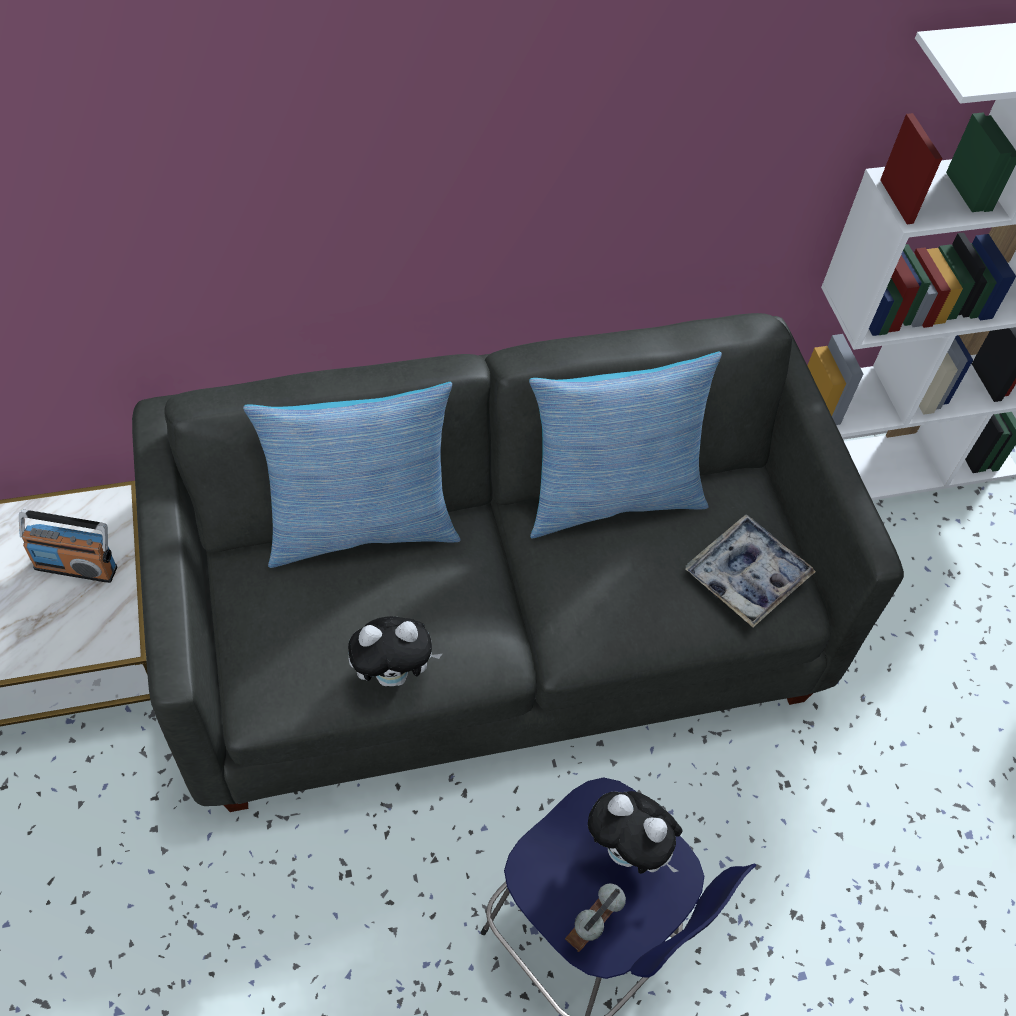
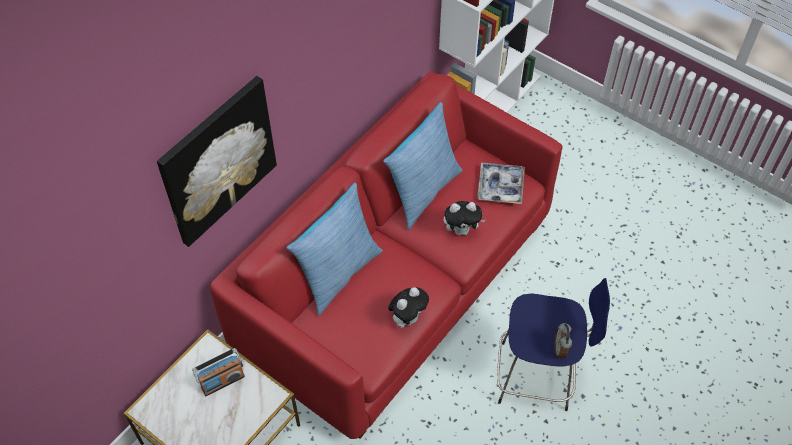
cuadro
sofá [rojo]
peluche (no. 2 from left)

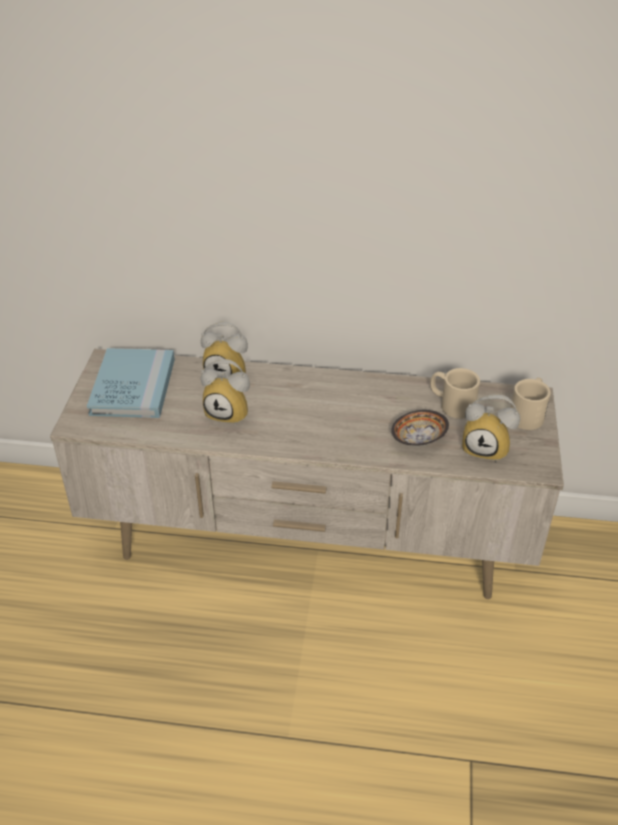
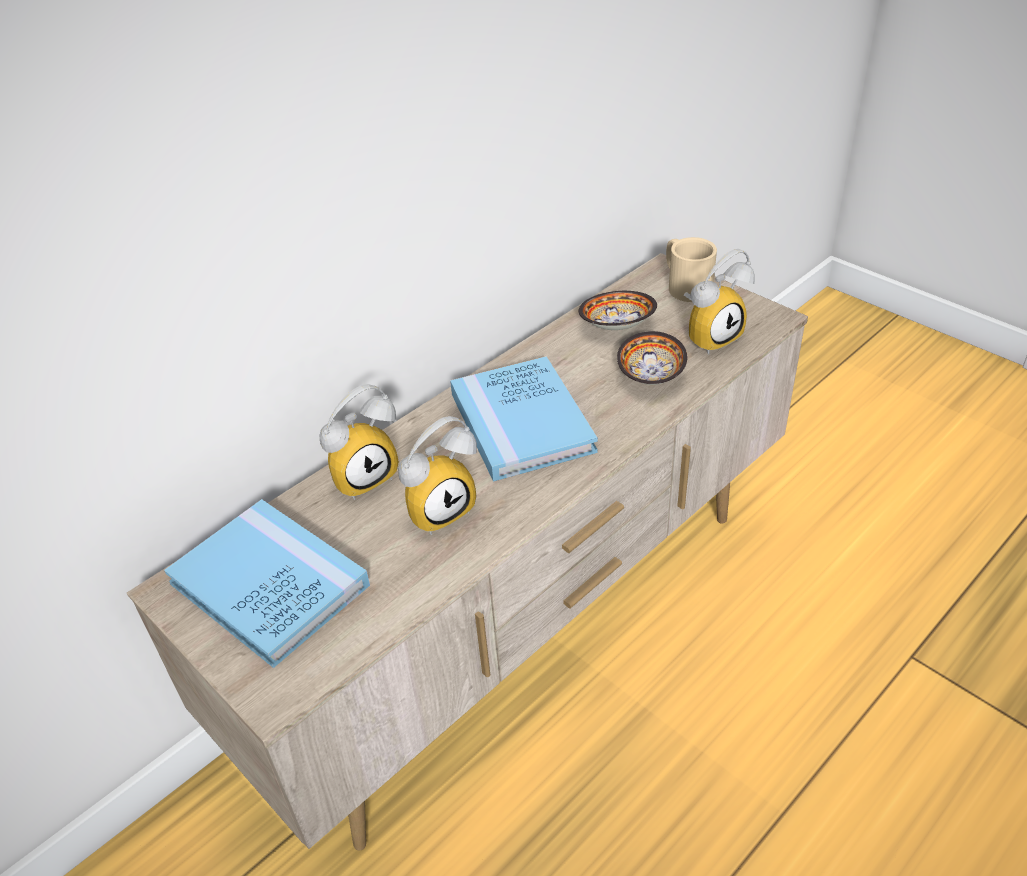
libro [azul] (no. 2 from left)
cuenco (no. 1 from left)

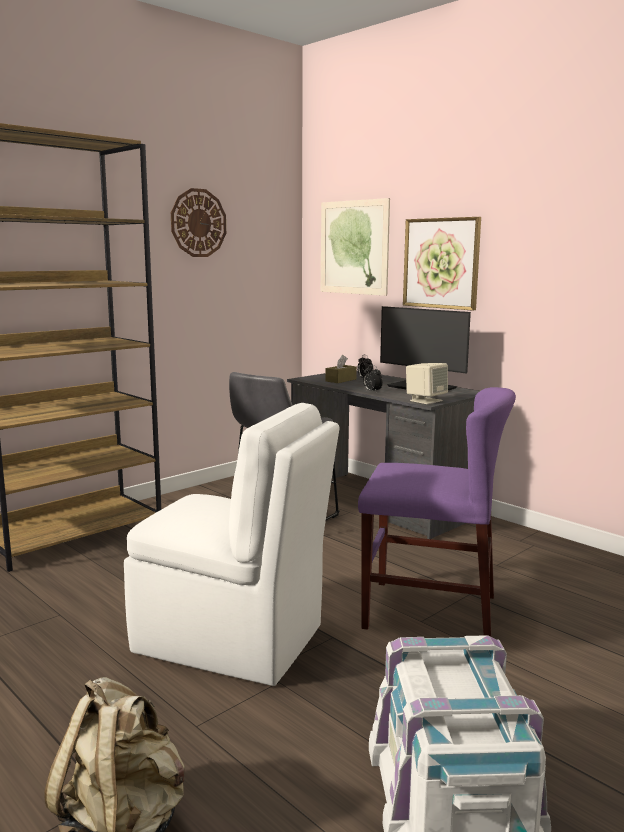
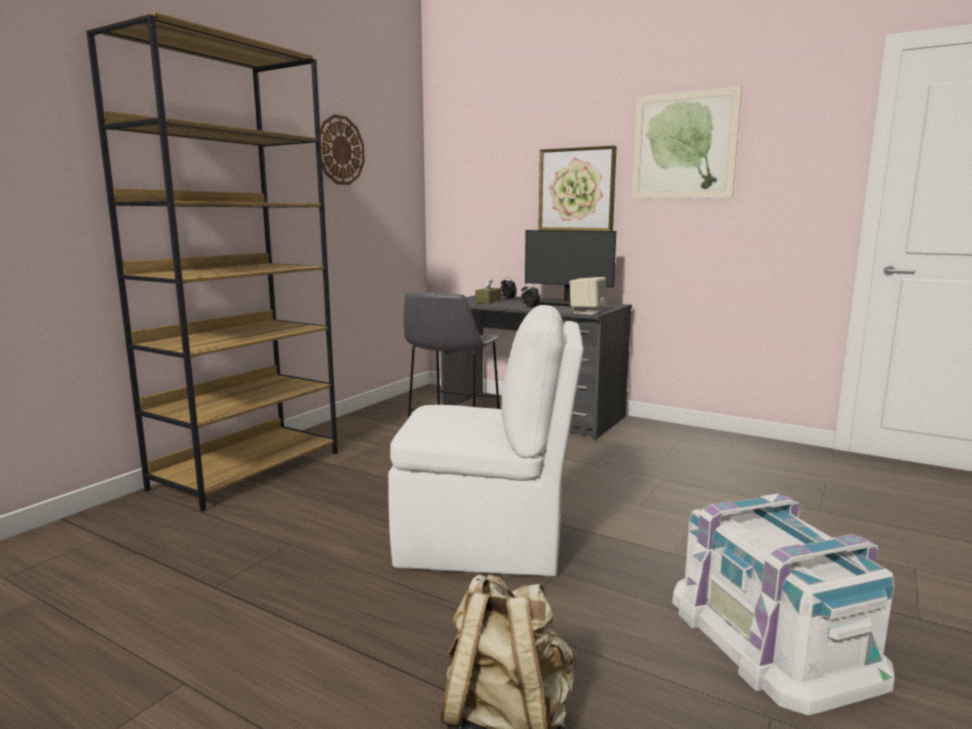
cuadro (no. 2 from left)
silla [morado]

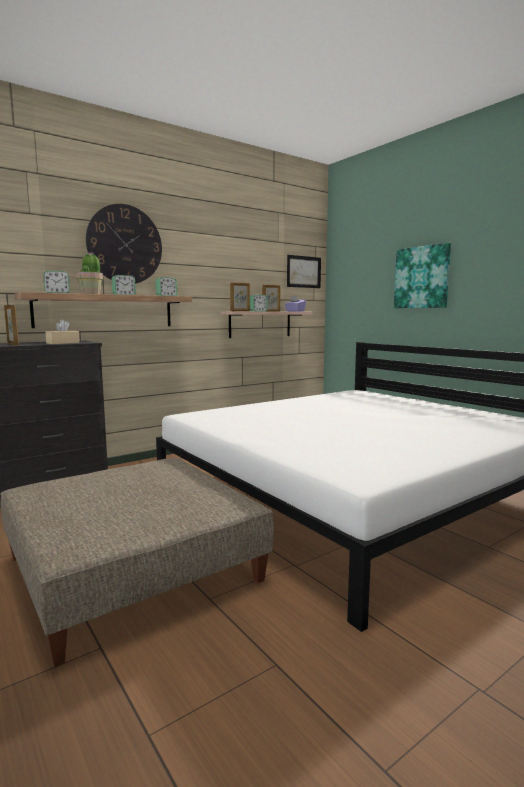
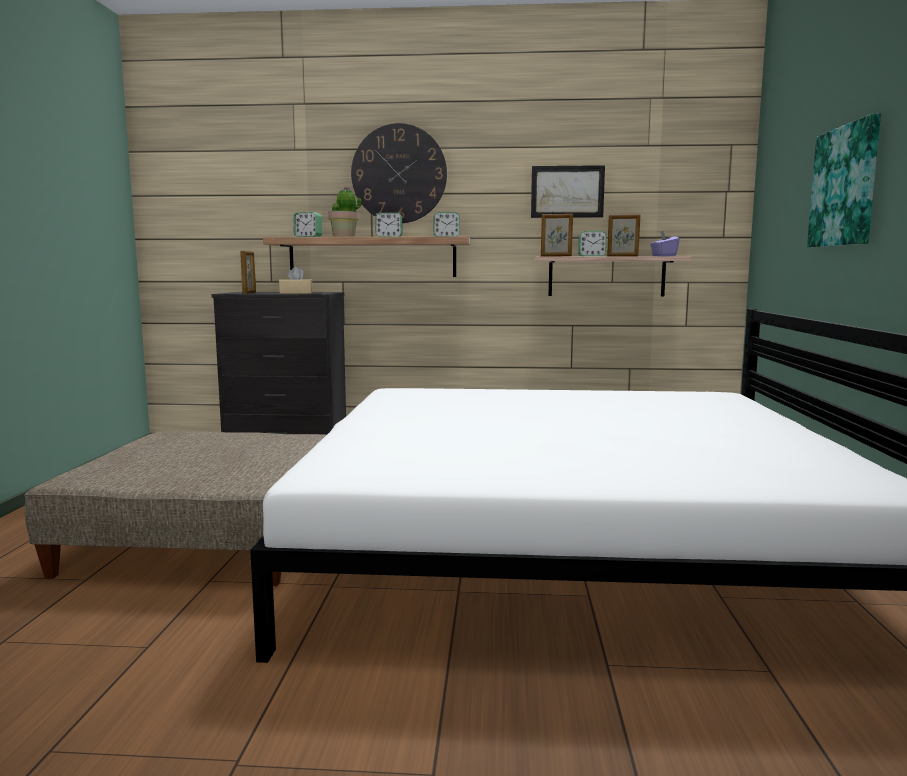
cuadro (no. 1 from left)

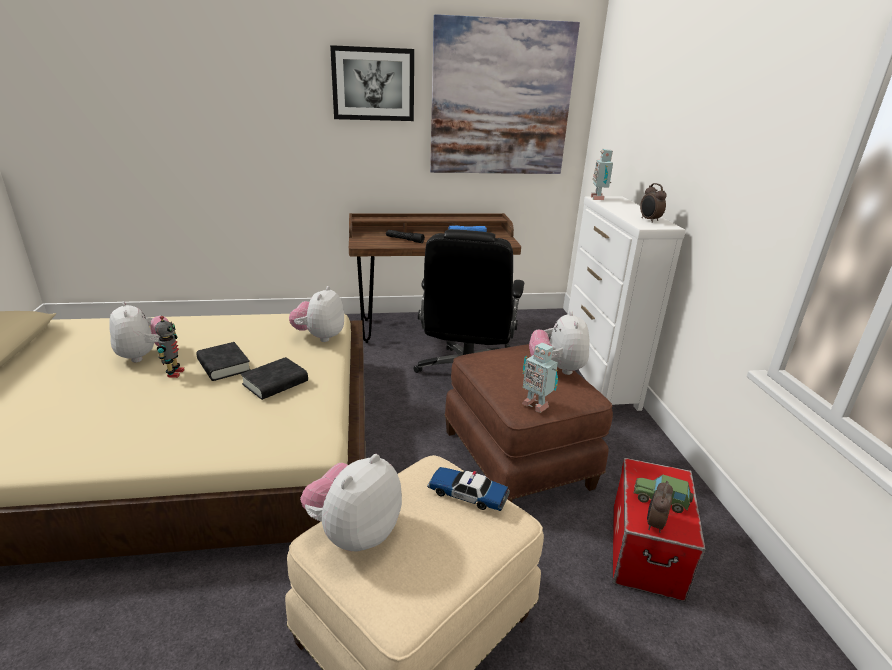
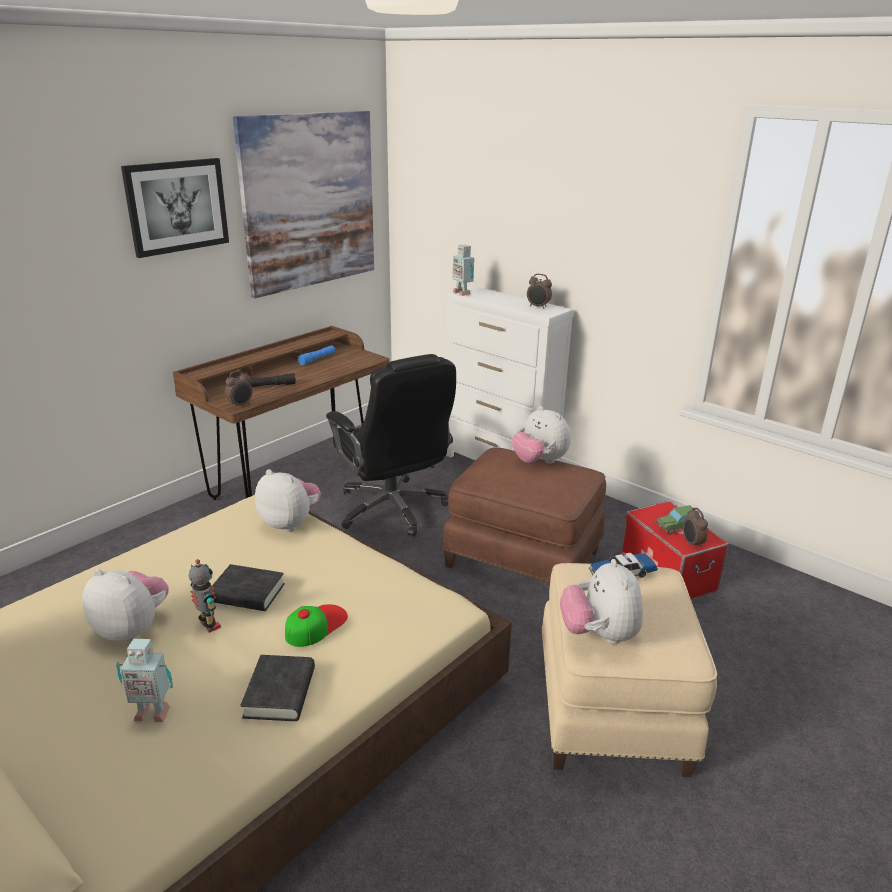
robot de juguete (no. 1 from left)
despertador (no. 1 from left)
libro [negro] (no. 2 from left)
peluche (no. 2 from left)
gorra

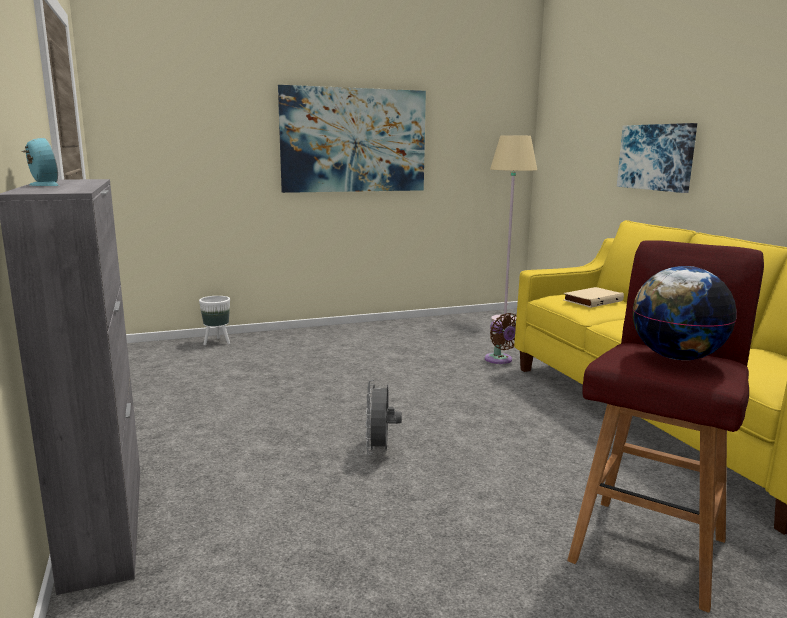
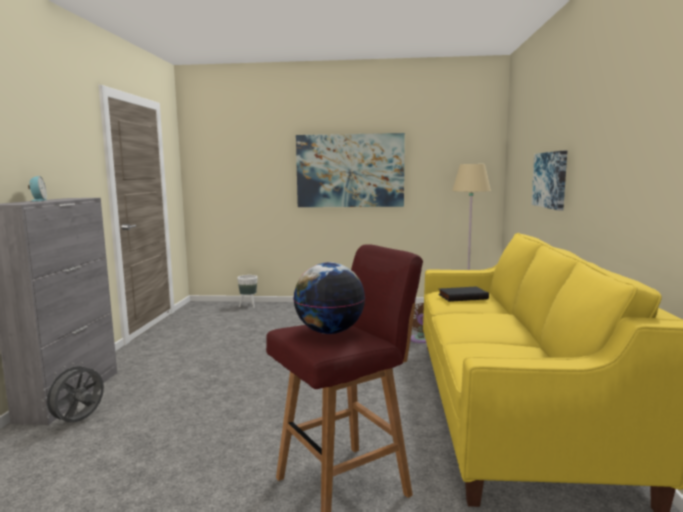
ventilador [gris]
libro [negro]

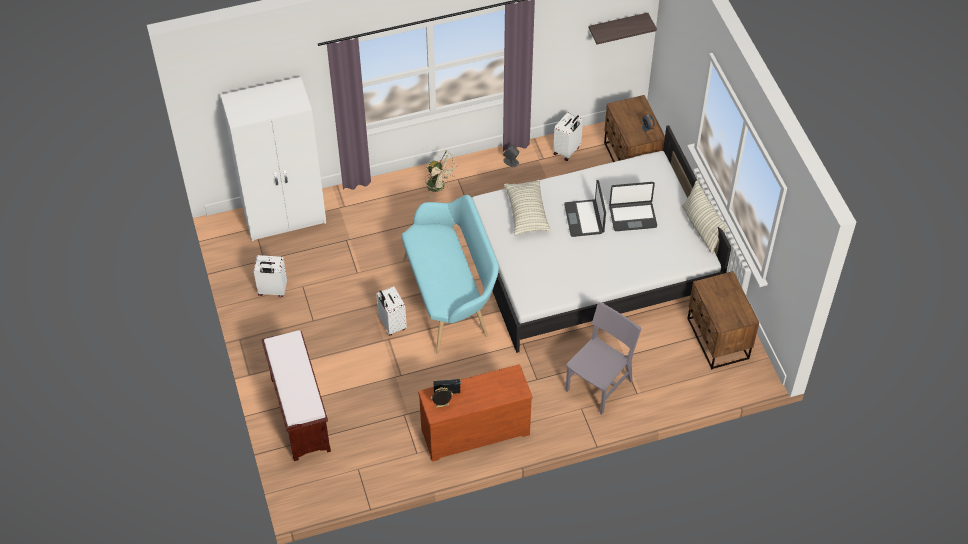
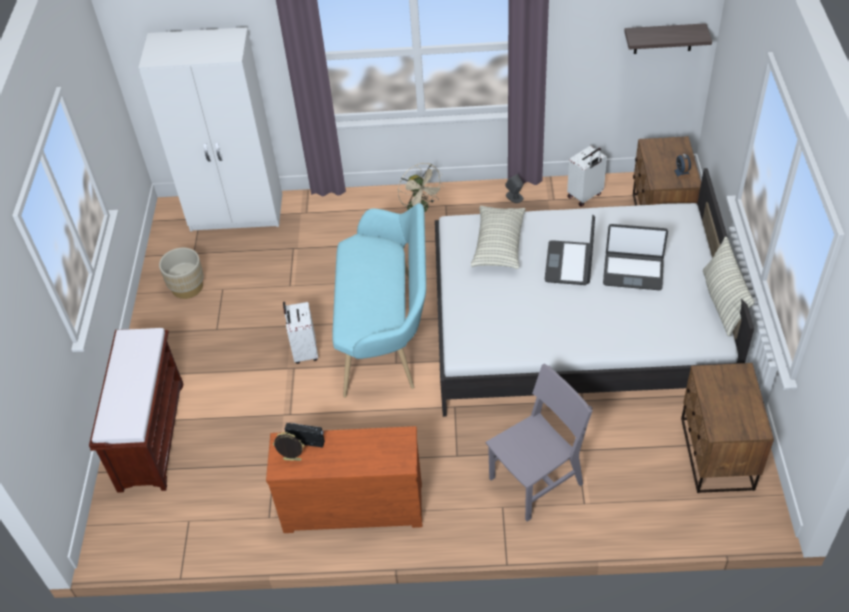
maceta [beis]

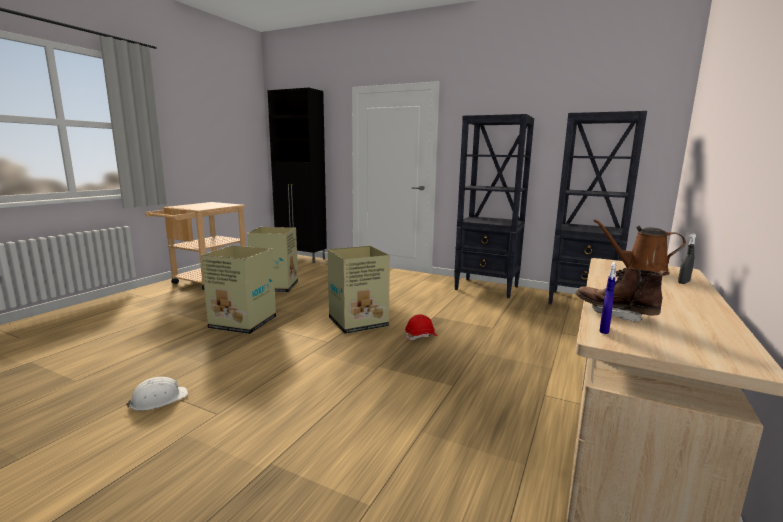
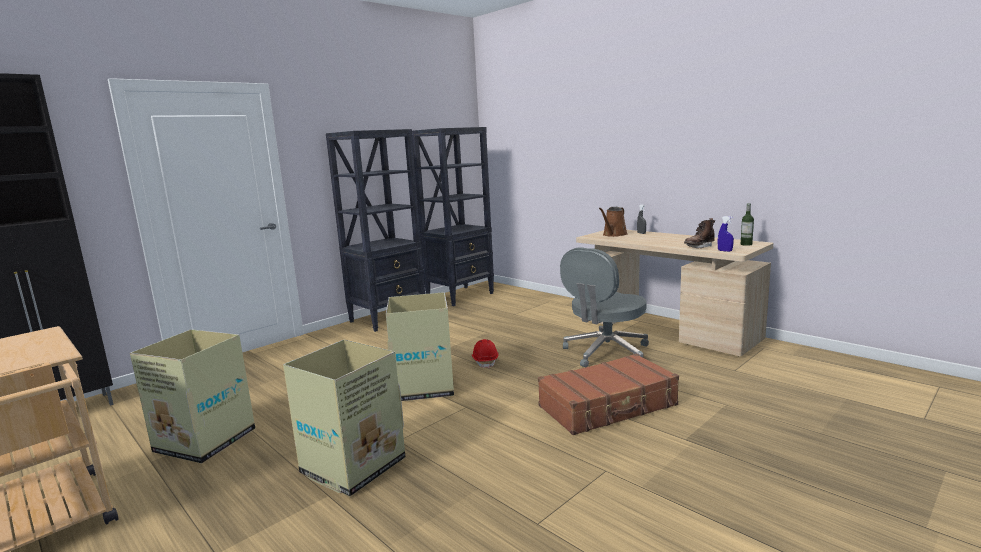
maleta [marrón]
silla de oficina [gris]
botella
casco [blanco]

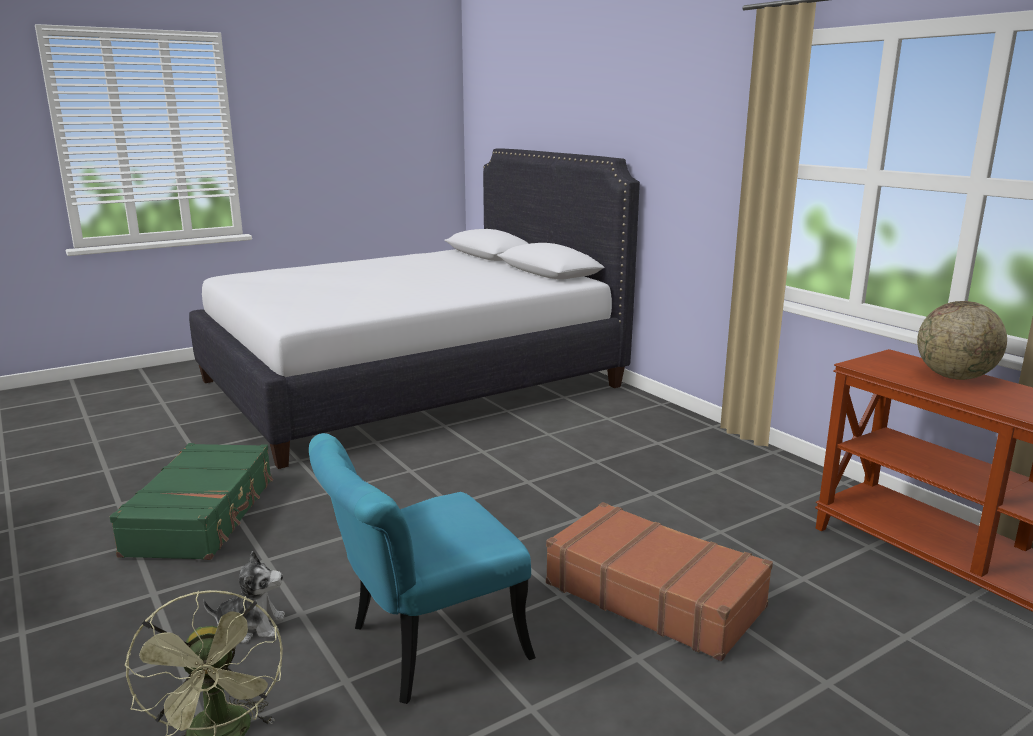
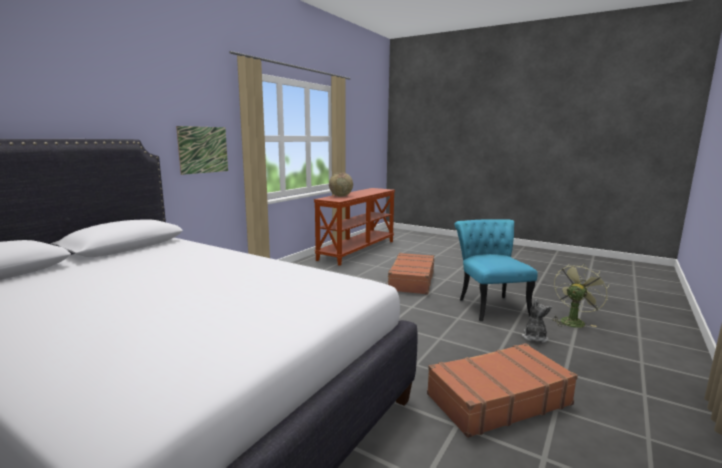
cuadro
maleta [marrón] (no. 2 from left)
silla [turquesa]
peluche

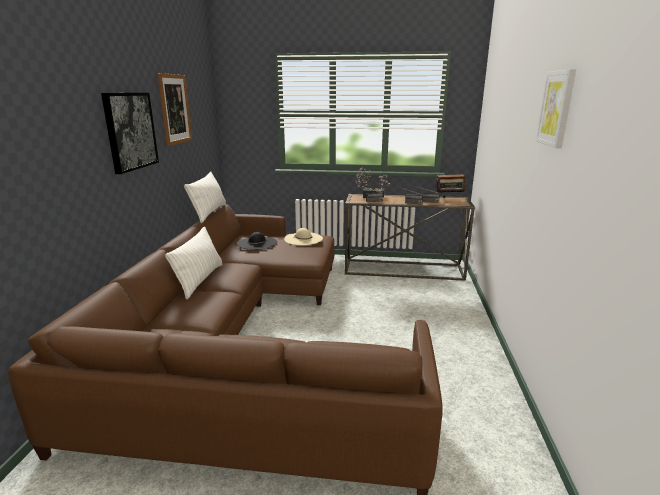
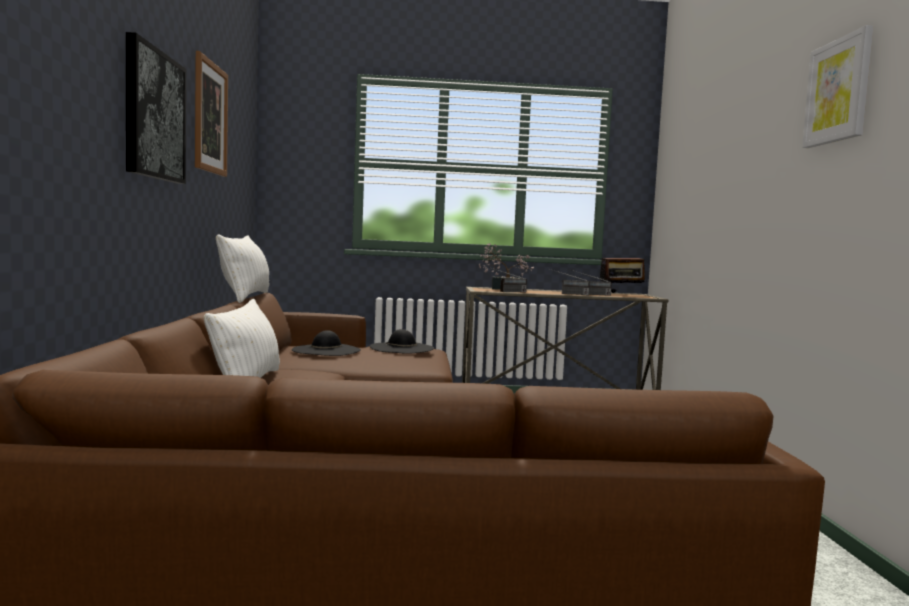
sombrero [negro] (no. 2 from left)

